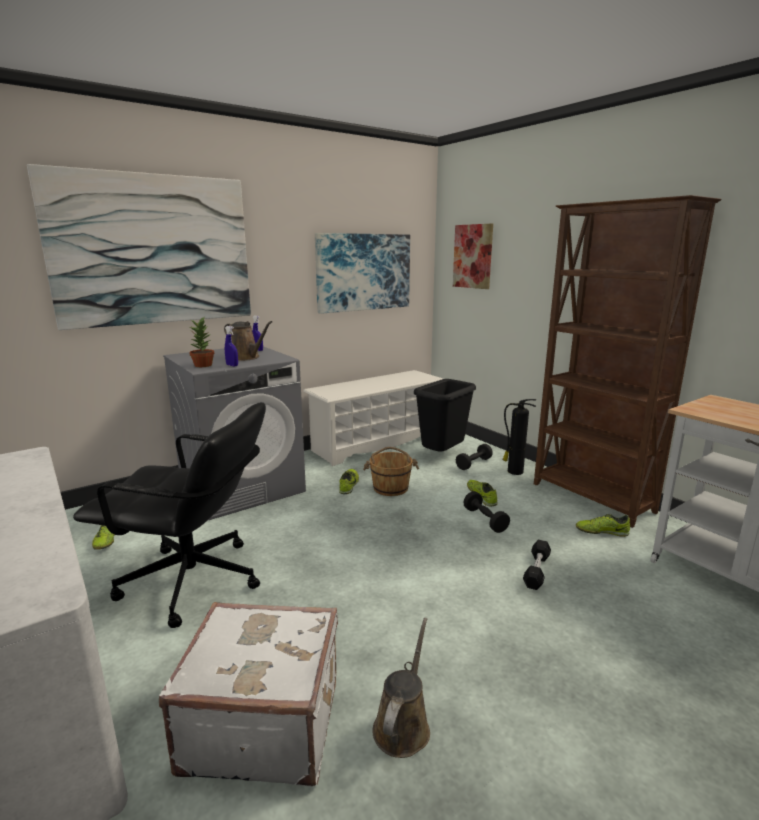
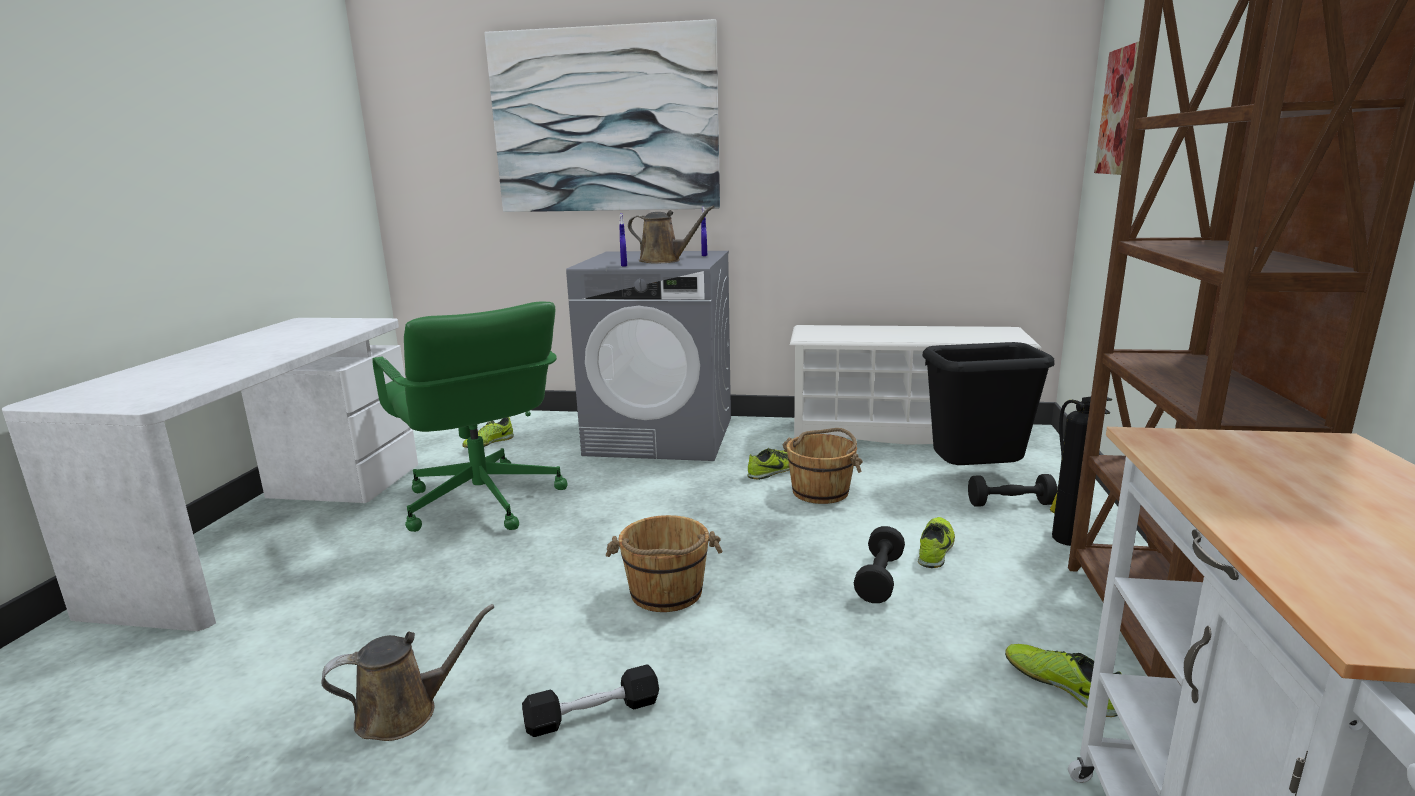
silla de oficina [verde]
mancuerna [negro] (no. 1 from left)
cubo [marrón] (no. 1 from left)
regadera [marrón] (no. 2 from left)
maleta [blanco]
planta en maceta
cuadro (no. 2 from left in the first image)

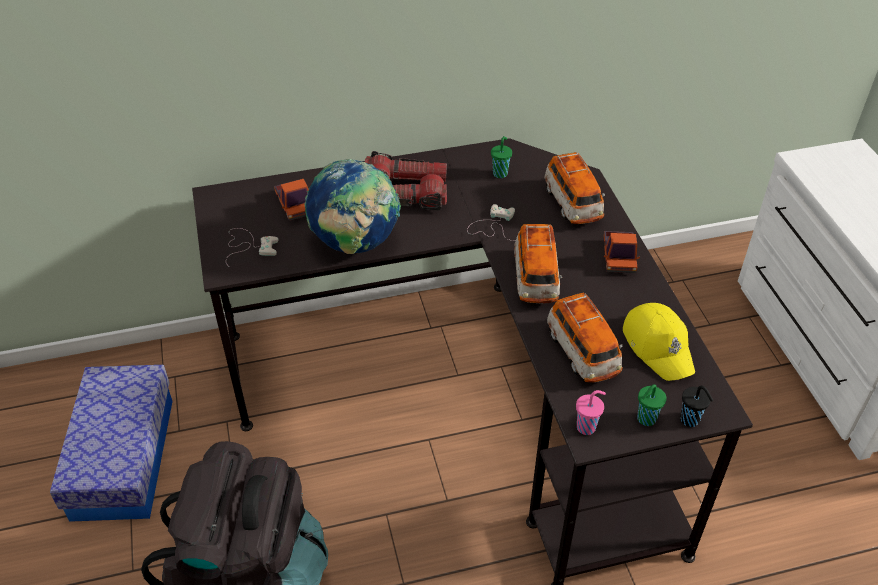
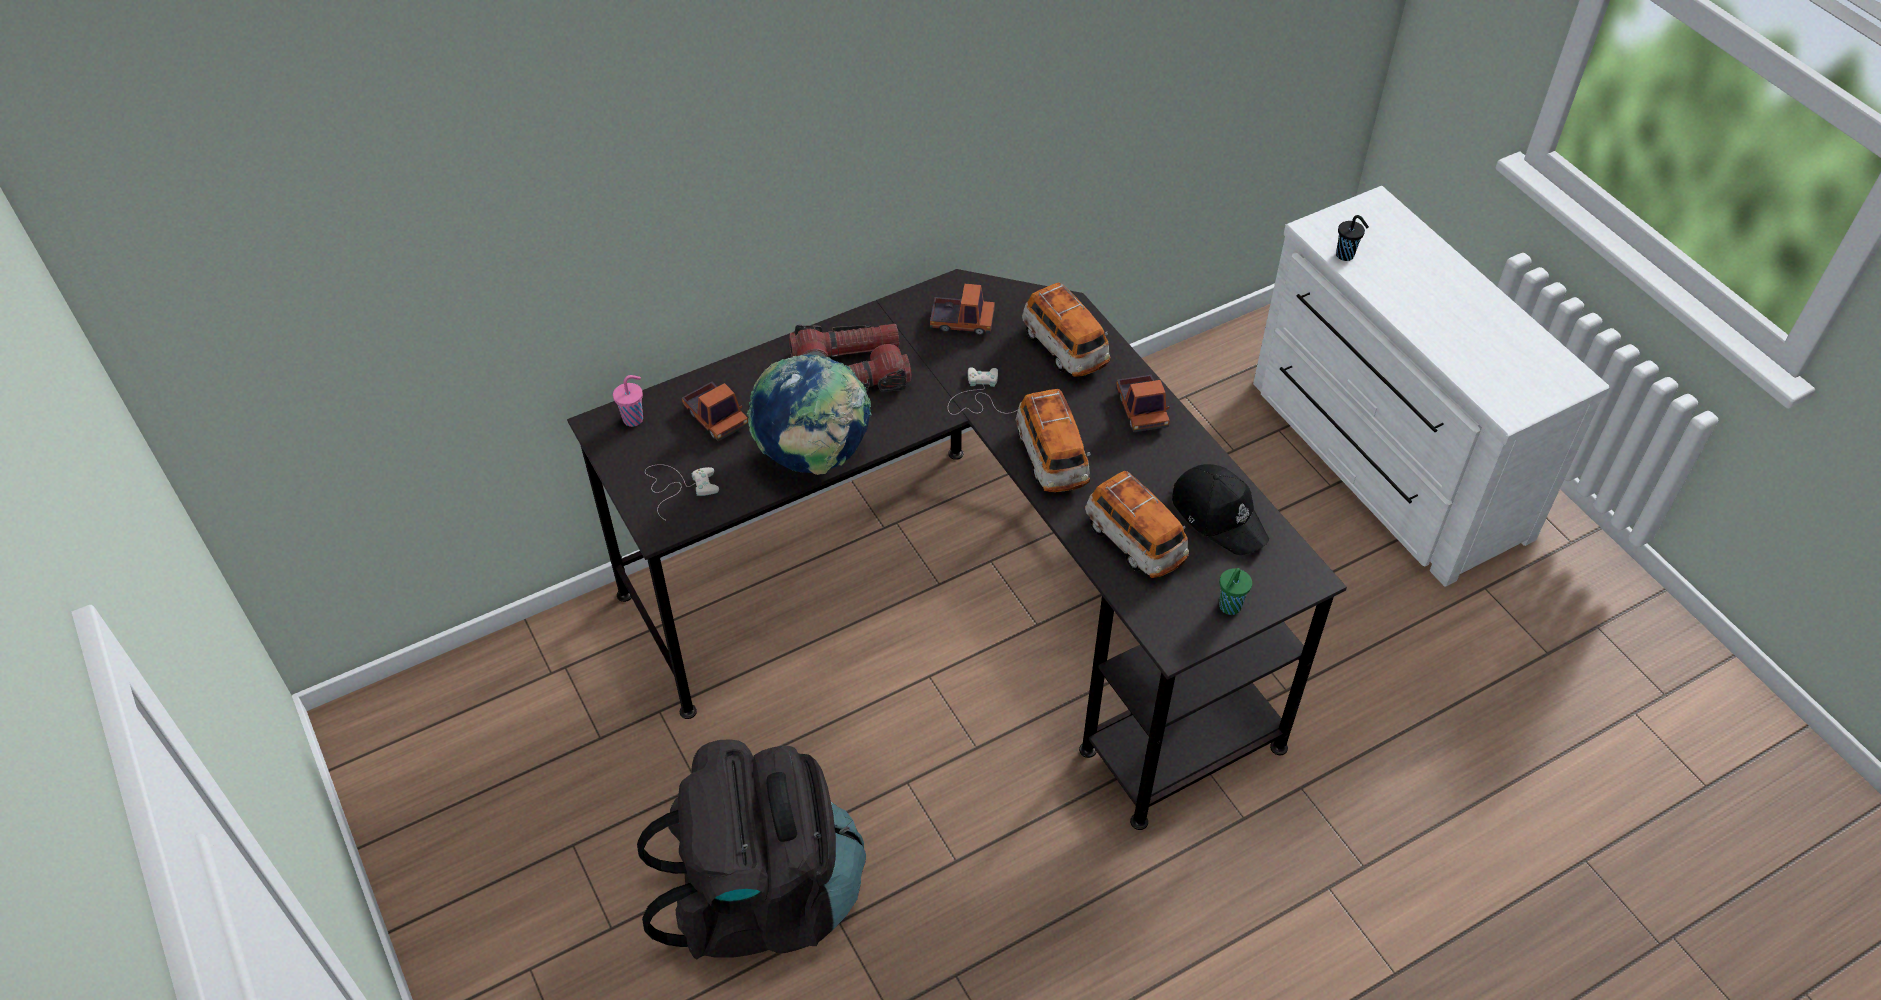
taza [rosa]
camión de juguete (no. 2 from left)
gorra [negro]
taza [negro]
caja de almacenaje

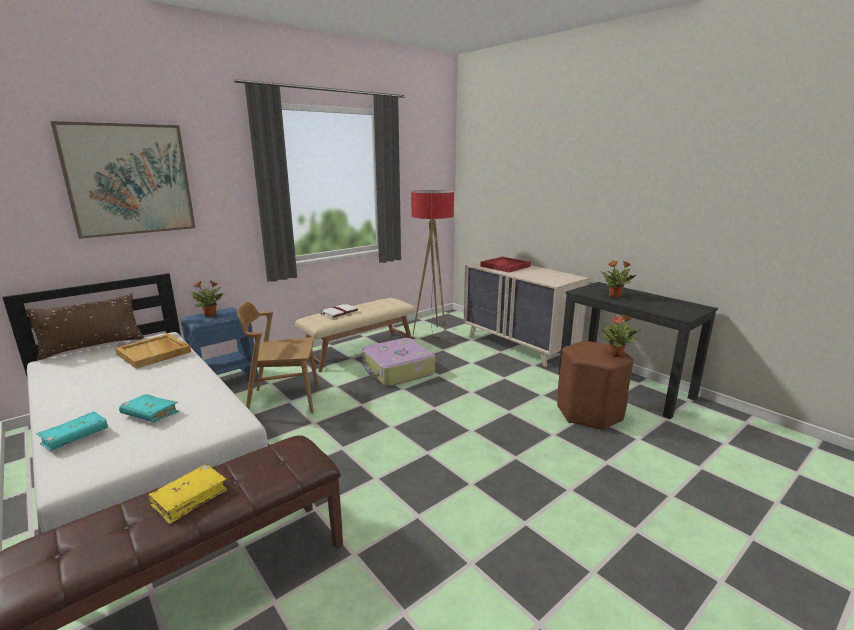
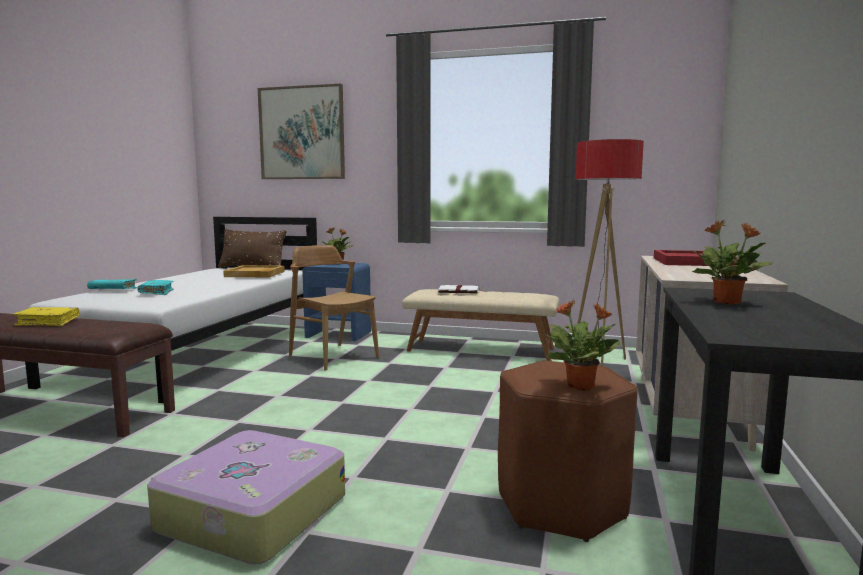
maleta

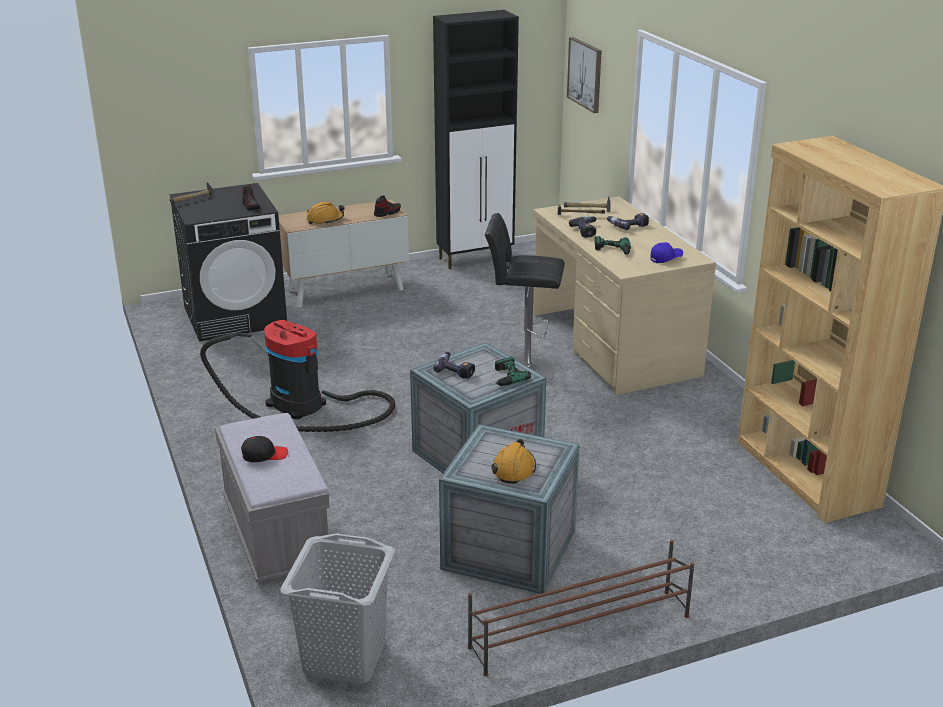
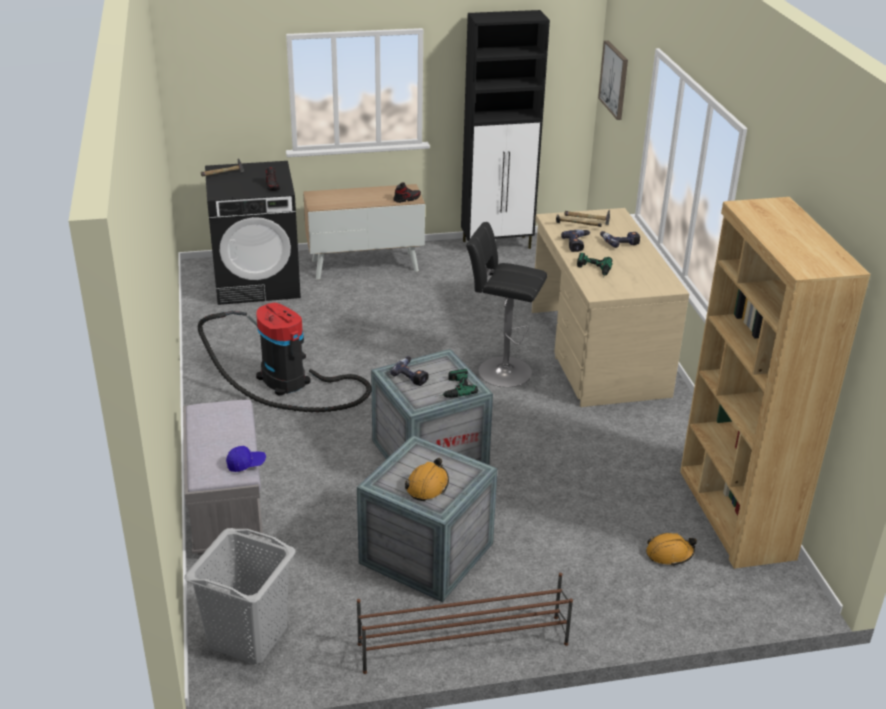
gorra [azul]
casco [naranja] (no. 2 from left)
gorra [negro]

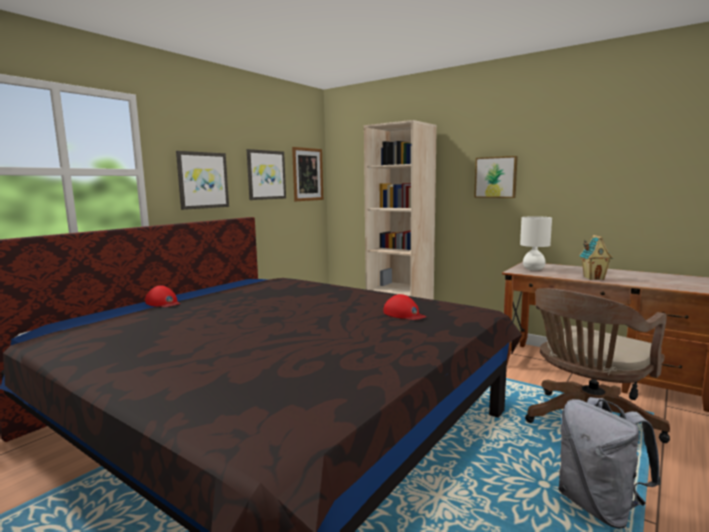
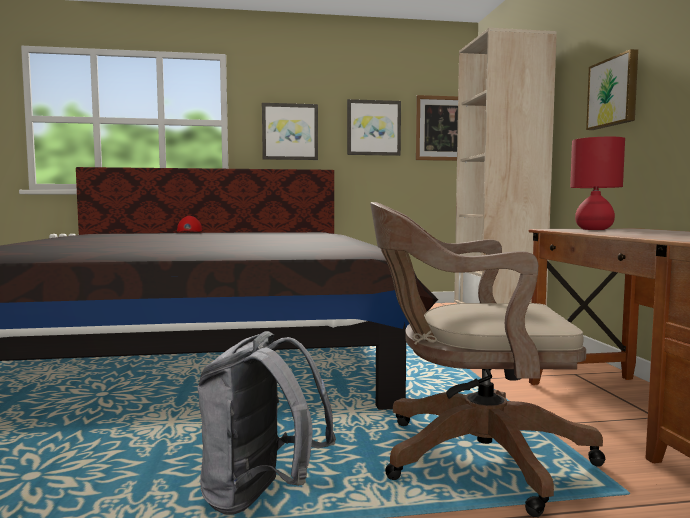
lámpara de mesa [rojo]
gorra [rojo] (no. 2 from left in the first image)
casita

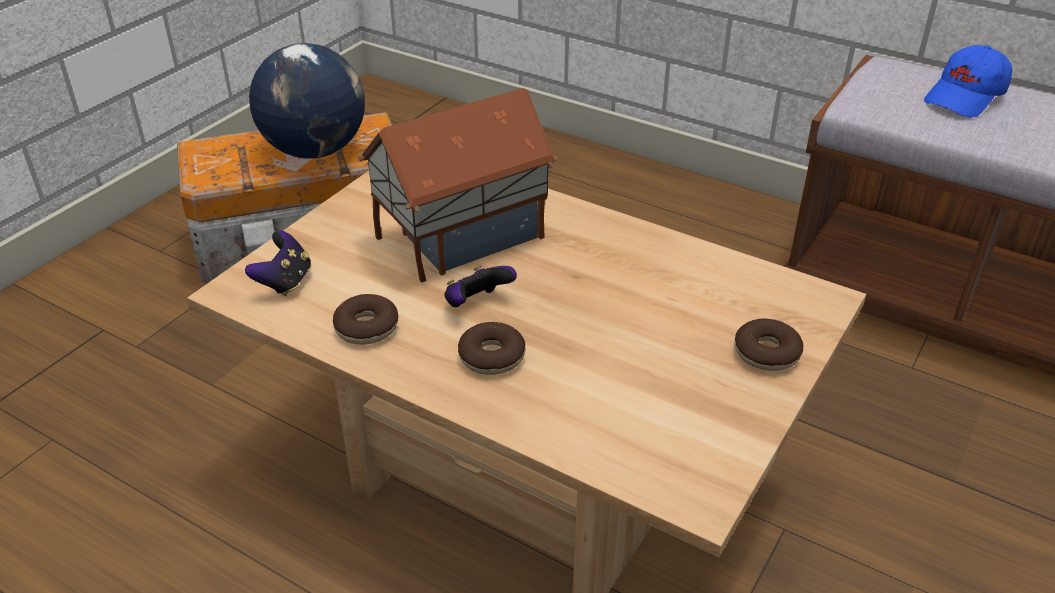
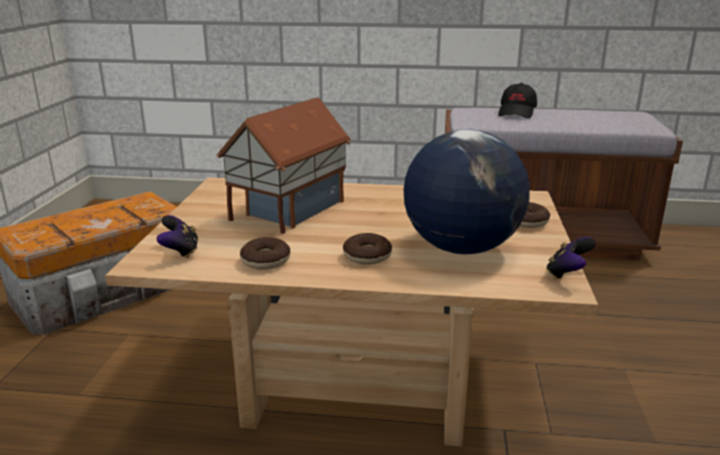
globo terráqueo
gorra [negro]
mando de consola (no. 2 from left)

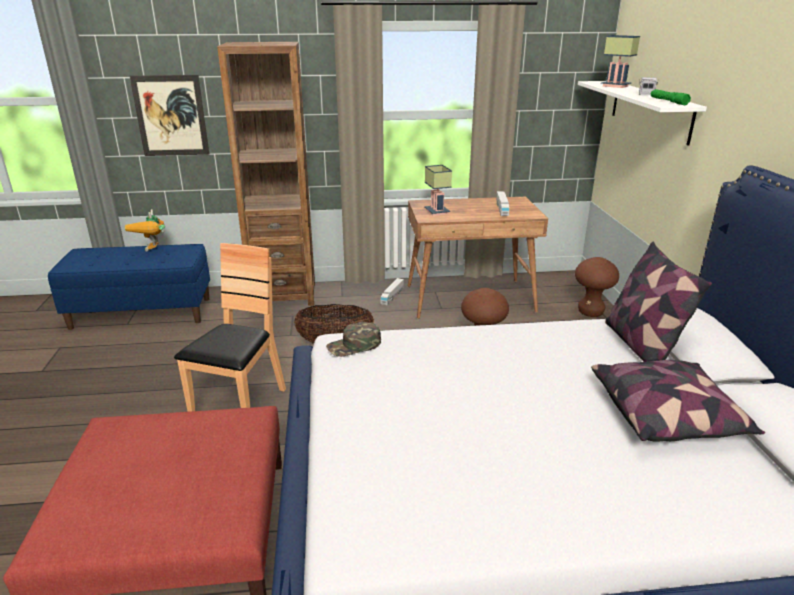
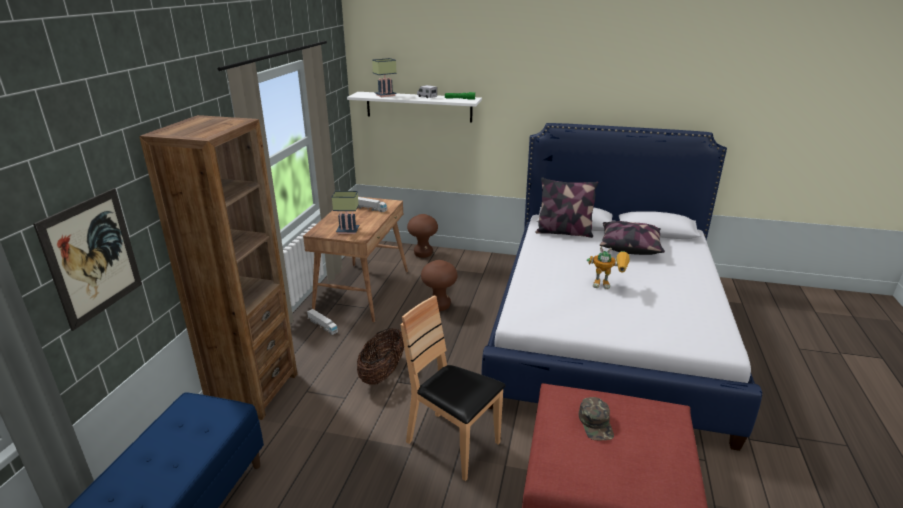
gorra [verde]
robot de juguete

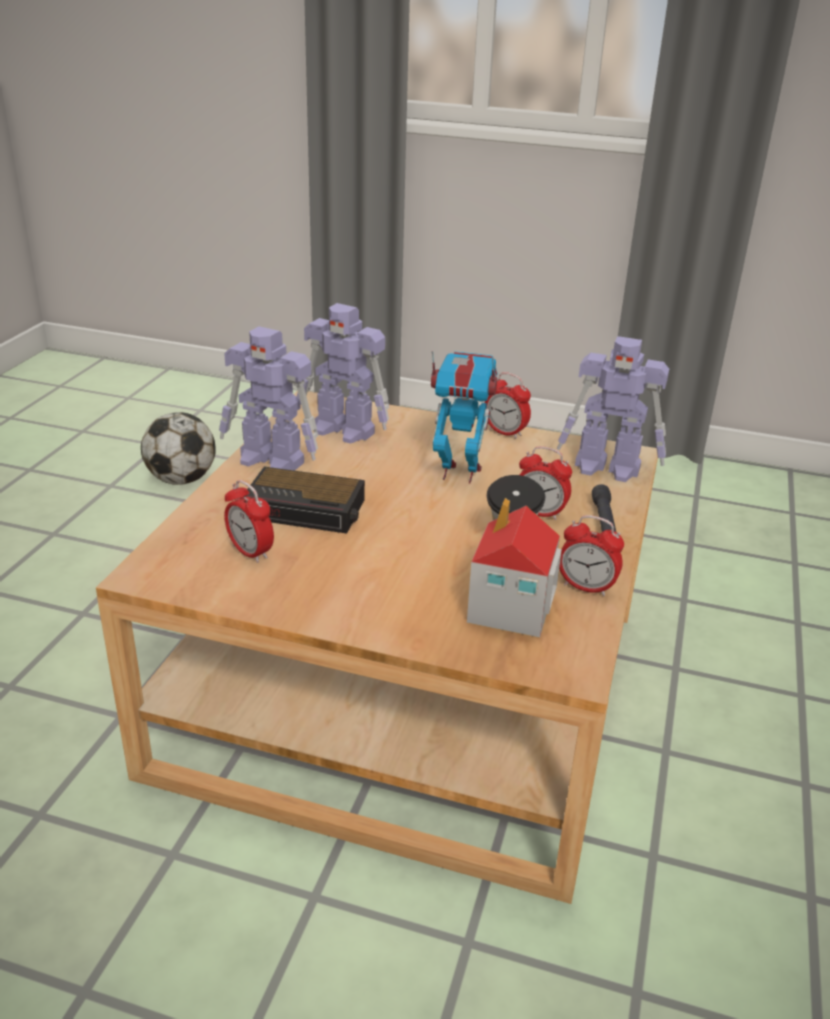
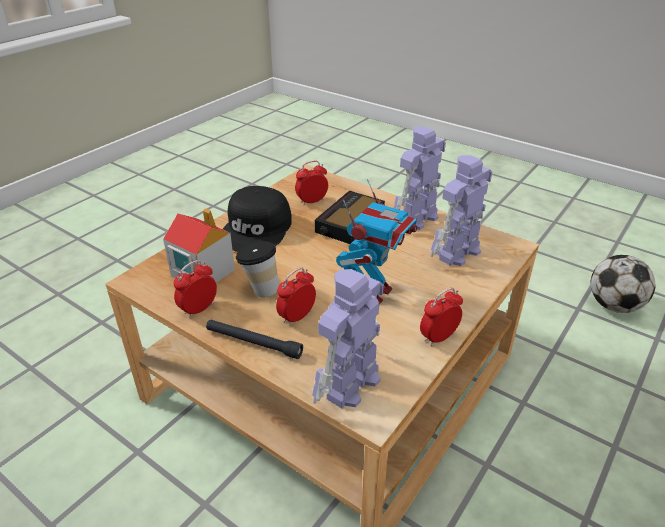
gorra [negro]

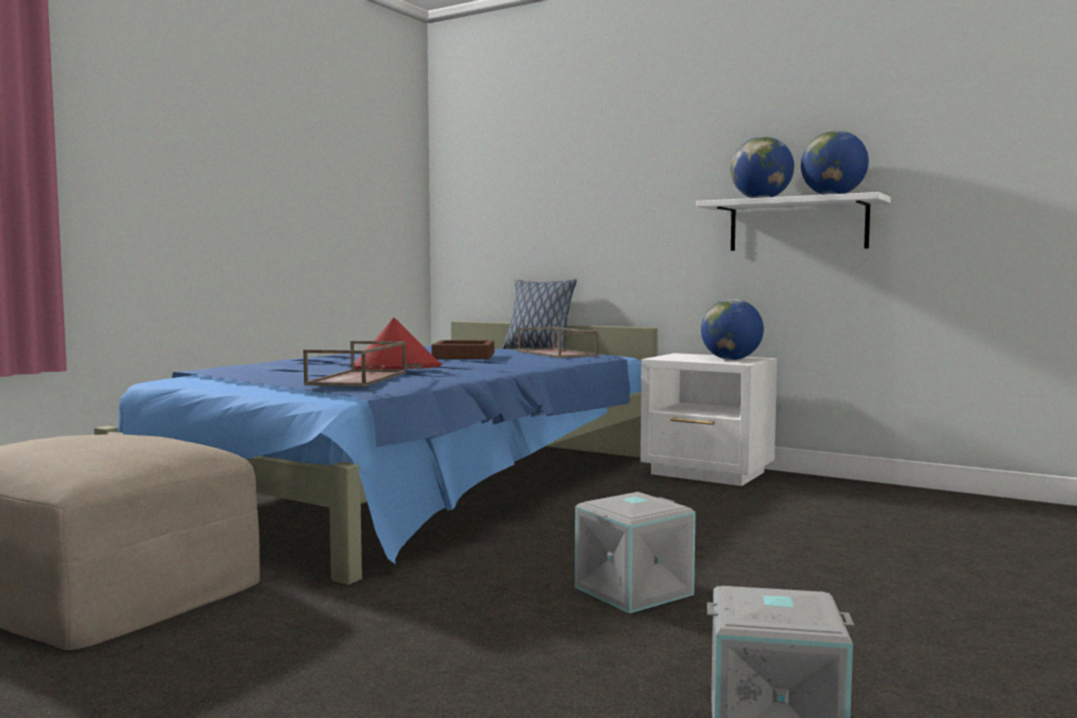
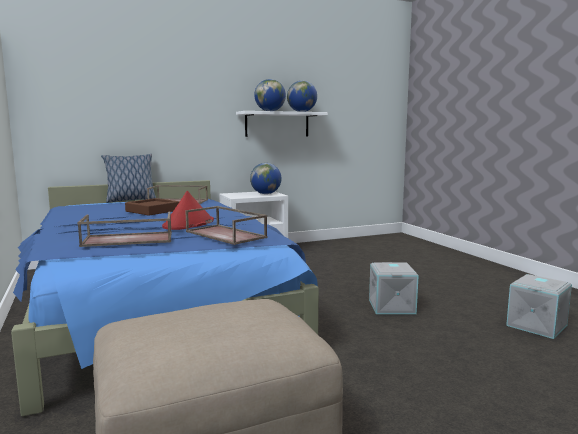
bandeja [marrón] (no. 1 from left)

